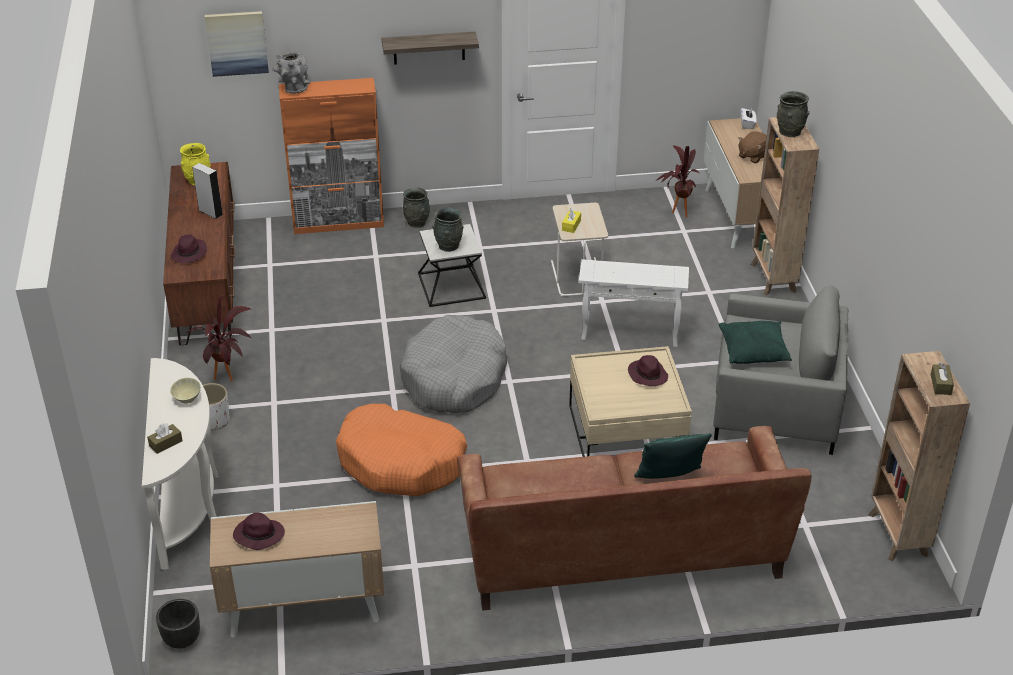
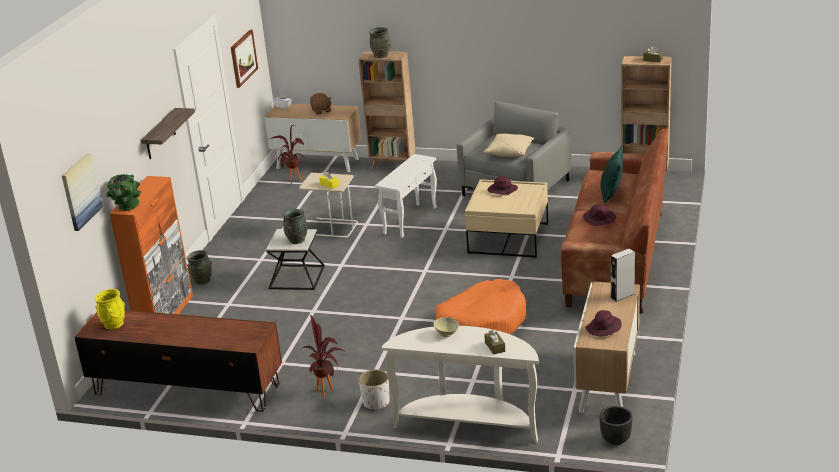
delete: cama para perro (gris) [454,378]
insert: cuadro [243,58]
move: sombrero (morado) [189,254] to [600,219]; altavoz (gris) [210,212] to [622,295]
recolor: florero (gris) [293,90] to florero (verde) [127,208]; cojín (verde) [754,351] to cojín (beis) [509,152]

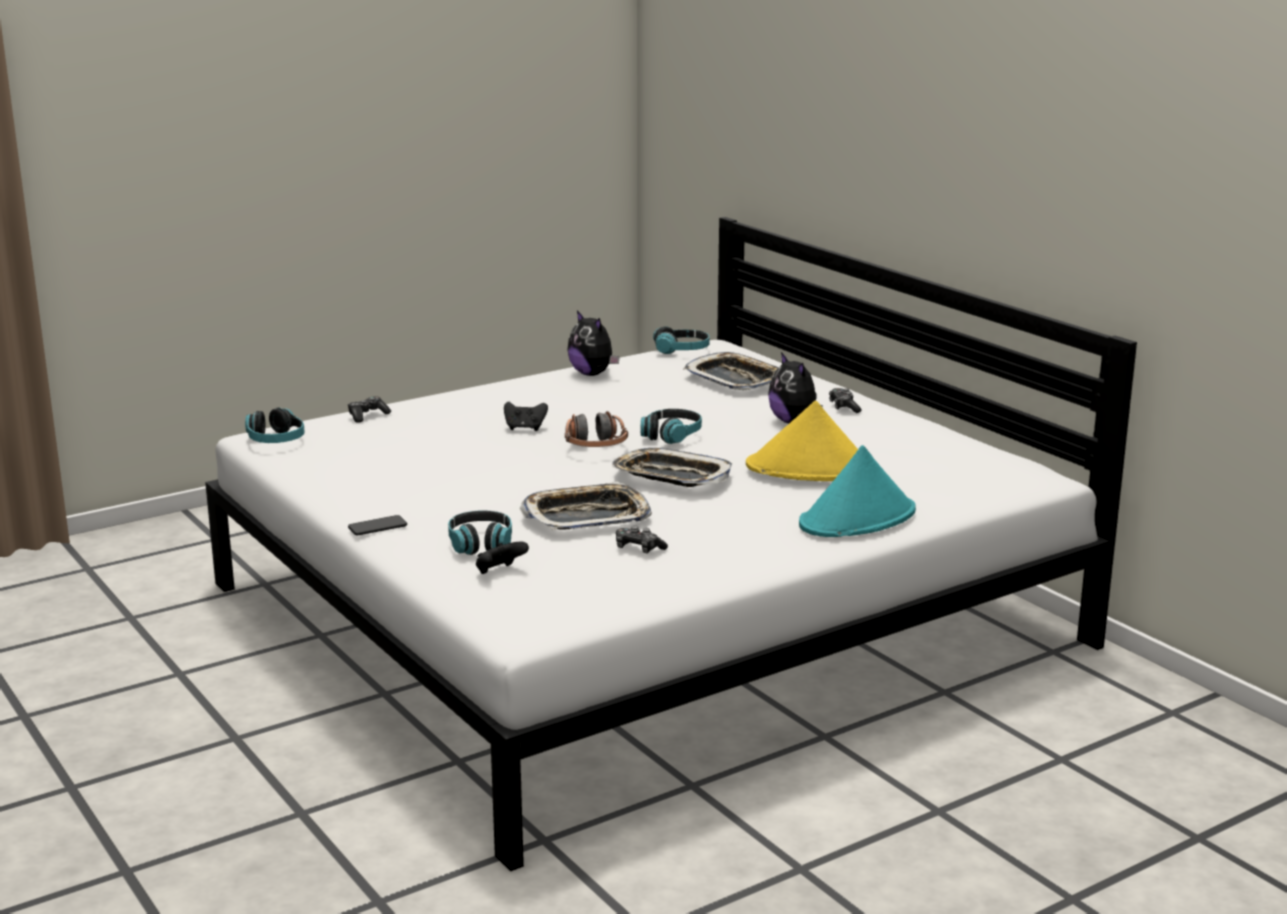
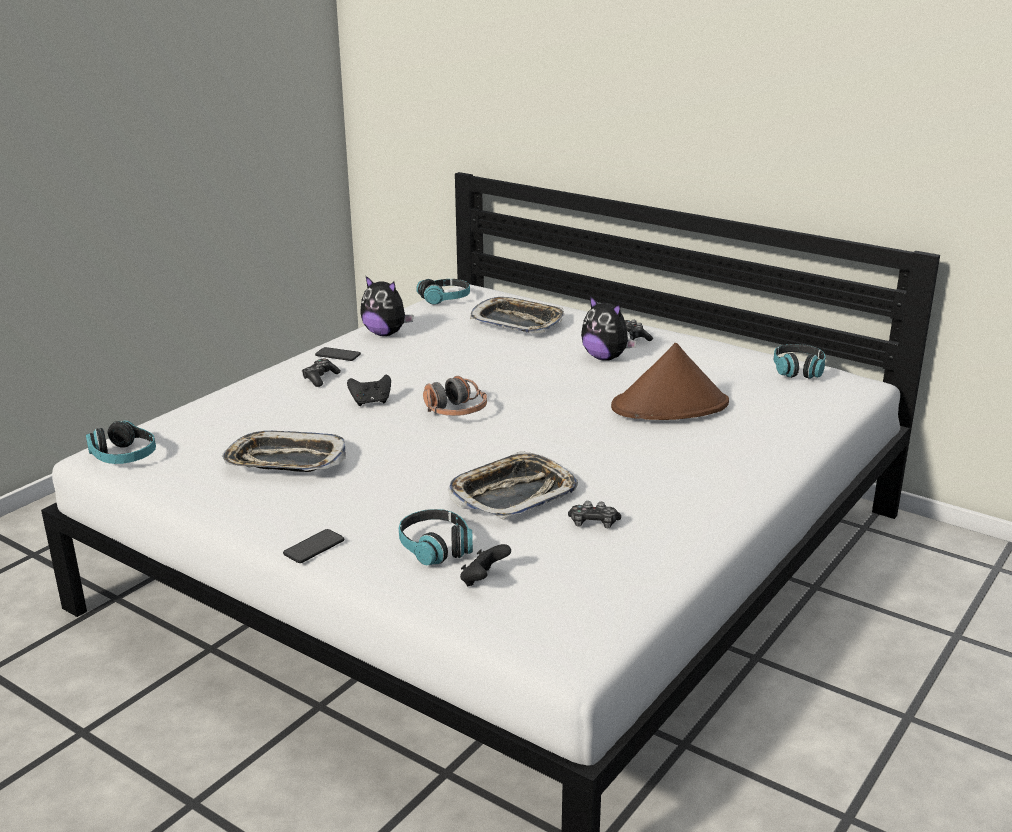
delete: sombrero (turquesa) [858,519]
insert: móvil [338,355]
move: bandeja [671,476] to [285,461]; mando de consola [367,416] to [320,378]; auriculares [671,435] to [798,370]
recolor: sombrero (amarillo) [811,469] to sombrero (marrón) [670,406]

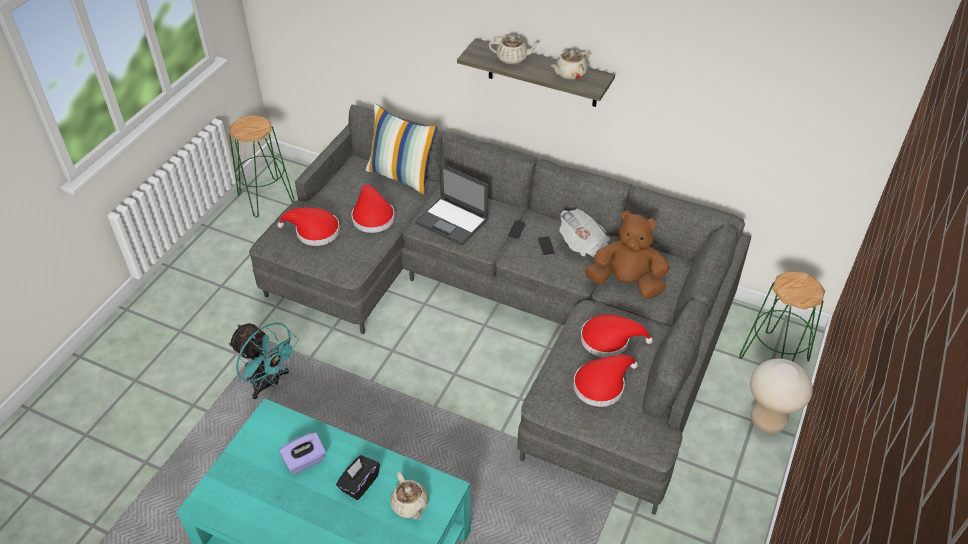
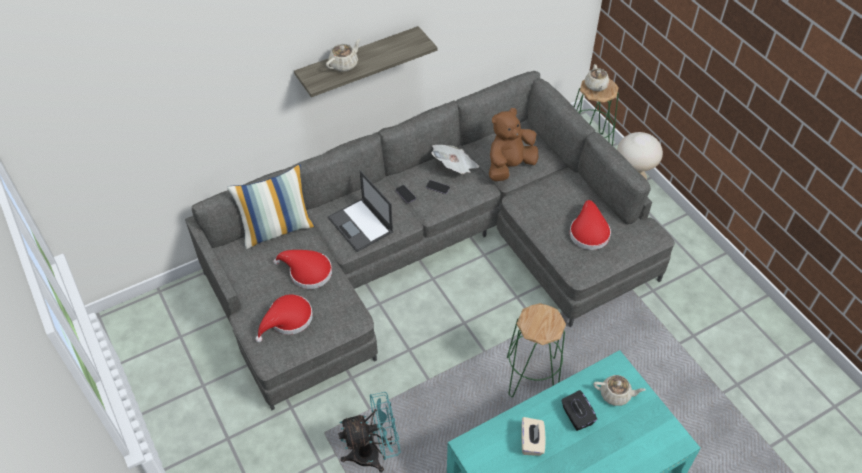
delete: sombrero (rojo) [609,340]
move: taburete (verde) [265,198] to [532,377]; tetera (beis) [570,73] to [596,86]
recolor: caja de pañuelos (morado) [305,461] to caja de pañuelos (beis) [532,442]
rotate: portátil [452,221] = [361,225] 75 degrees clockwise

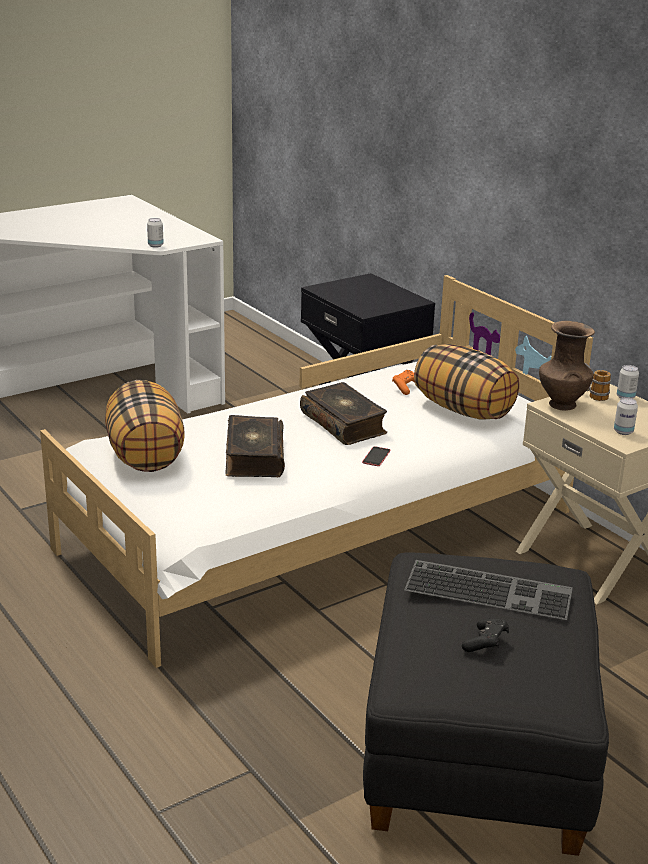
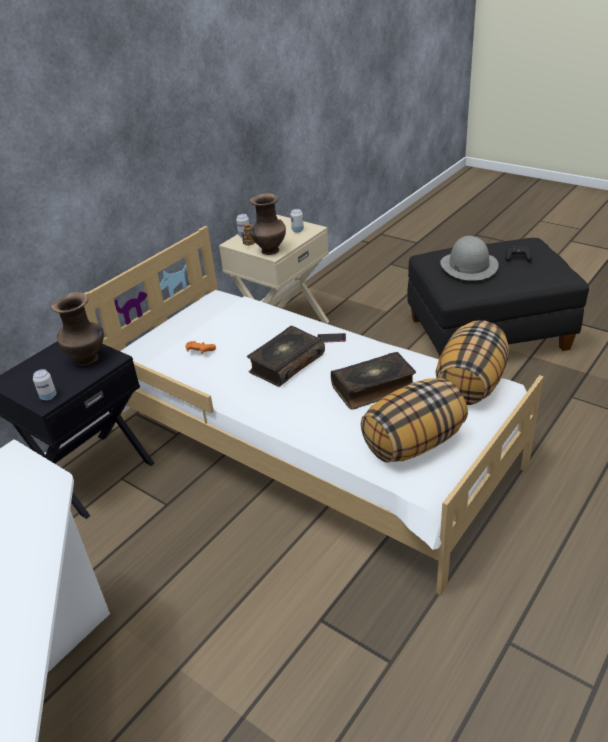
insert: florero (marrón) [88,359]
move: lata [155,245] to [48,396]; cojín [464,410] to [470,384]
replace: teclado [490,589] to sombrero (gris) [468,265]

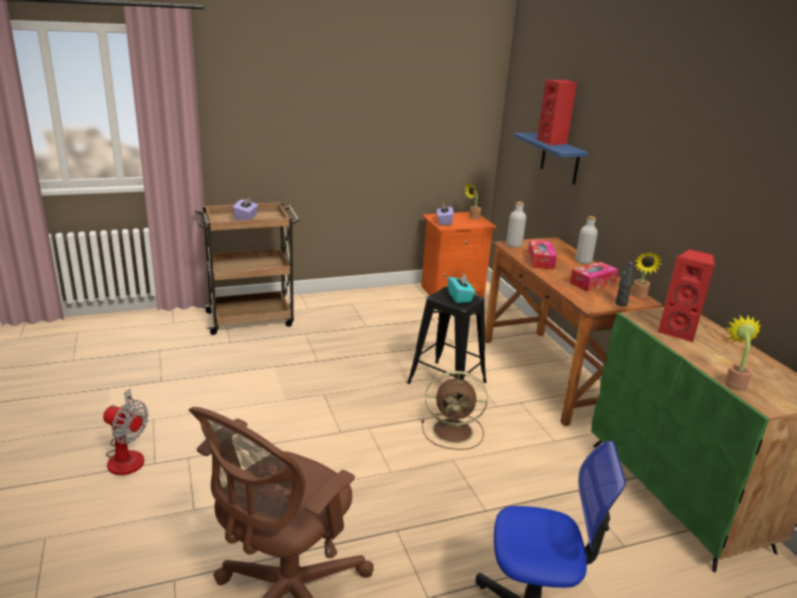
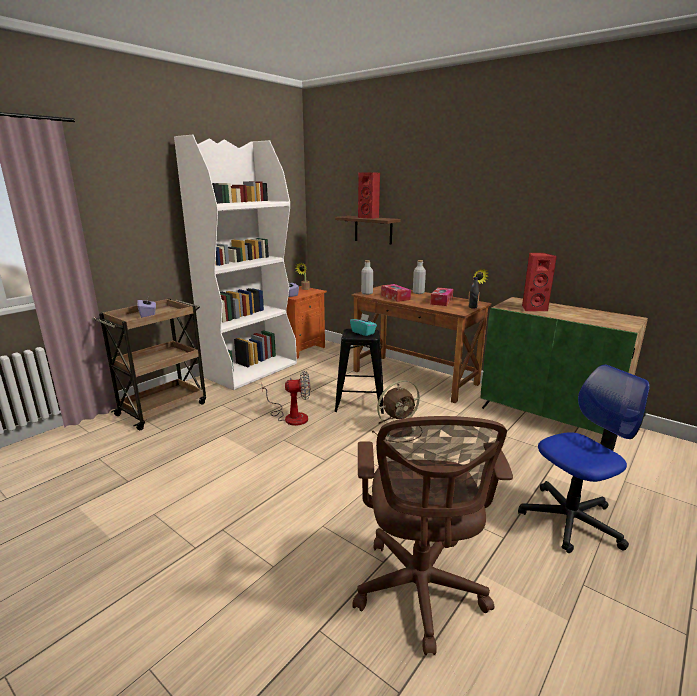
delete: planta en maceta [733,383]
insert: estantería (blanco) [251,370]
move: ventilador [127,455] to [290,416]
recolor: estante (azul) [560,159] to estante (marrón) [373,230]

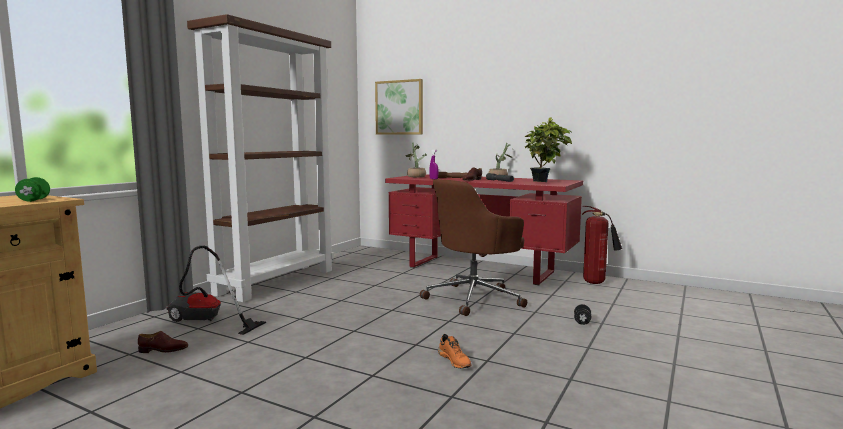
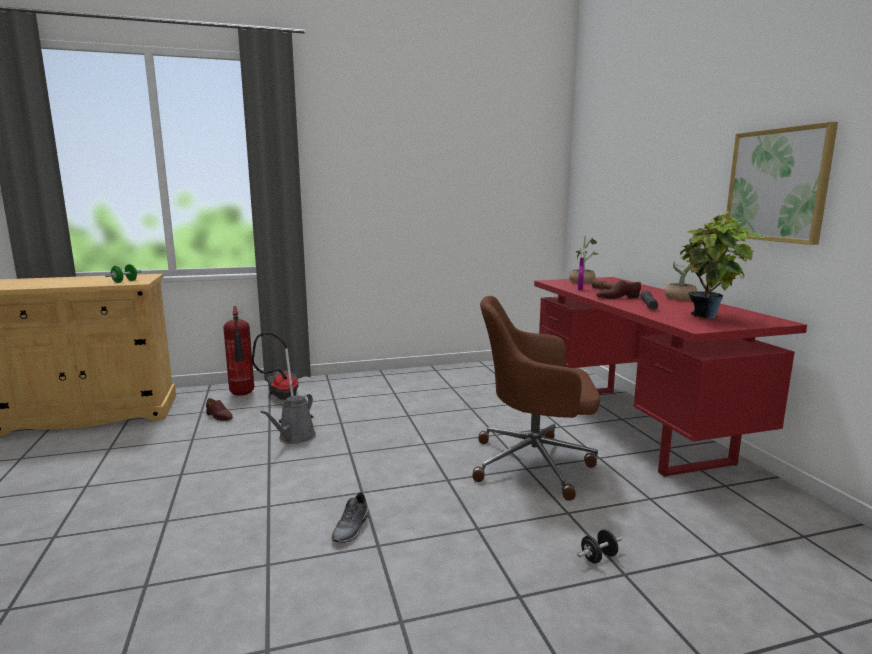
delete: estantería (marrón) [276,281]
insert: regadera (gris) [295,438]
move: extintor [597,283] to [243,395]; cuadro [399,107] to [777,185]
recolor: zapato (naranja) [455,361] to zapato (gris) [352,528]

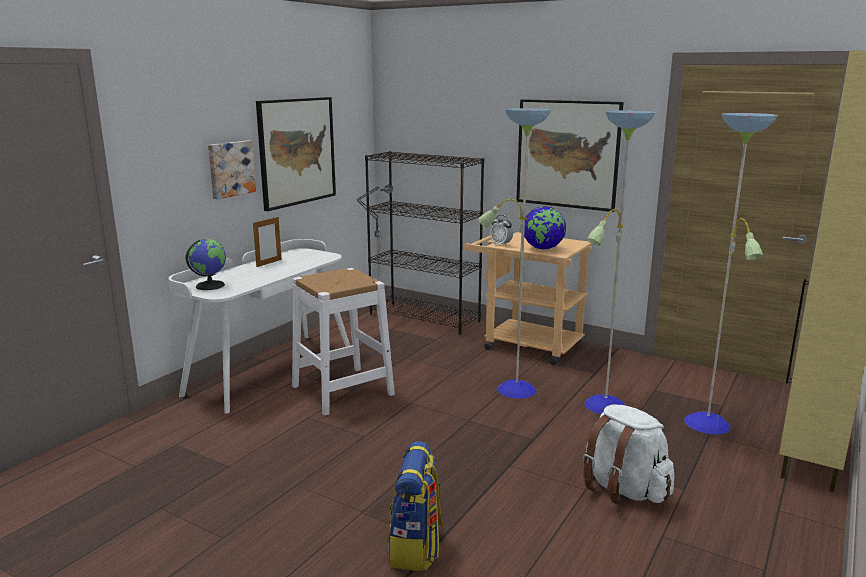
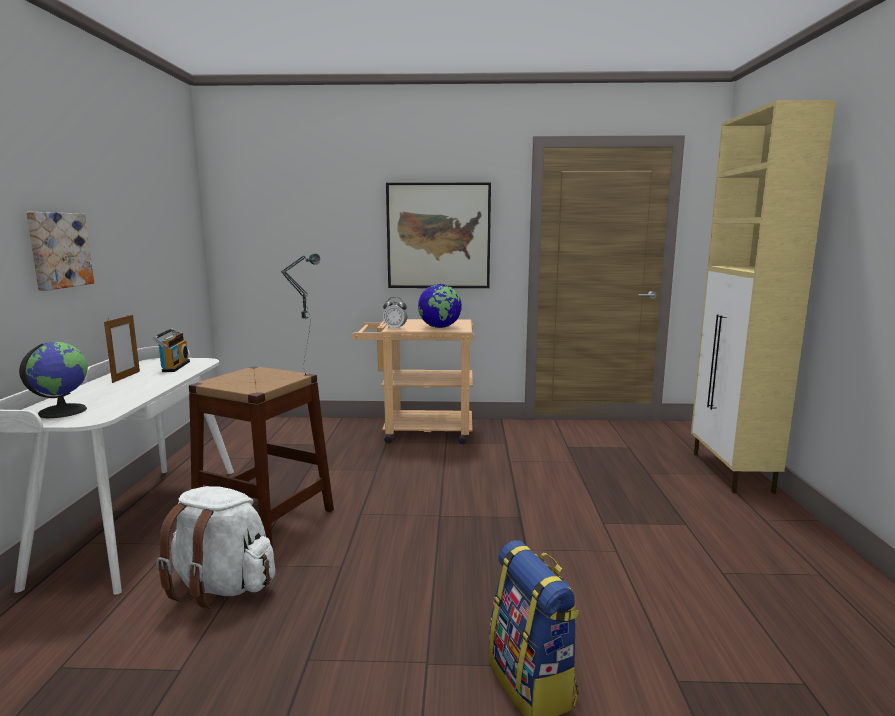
delete: cuadro [297,151]; estantería (negro) [425,318]; lámpara de pie [604,406]
insert: radio [174,367]
move: mochila (blanco) [623,490] to [222,587]
recolor: taburete (blanco) [342,390] to taburete (marrón) [265,520]

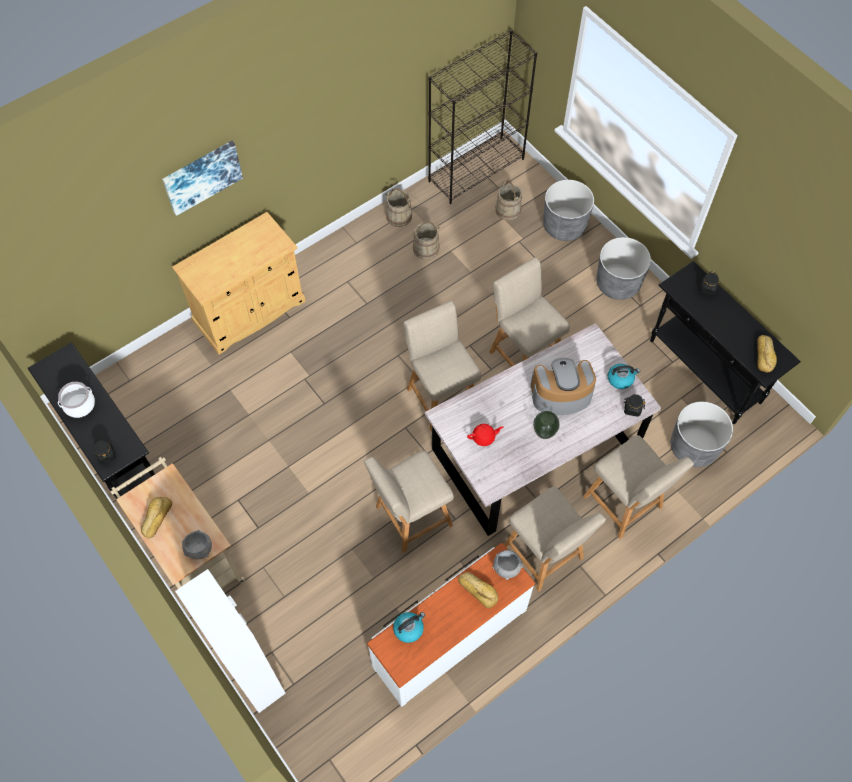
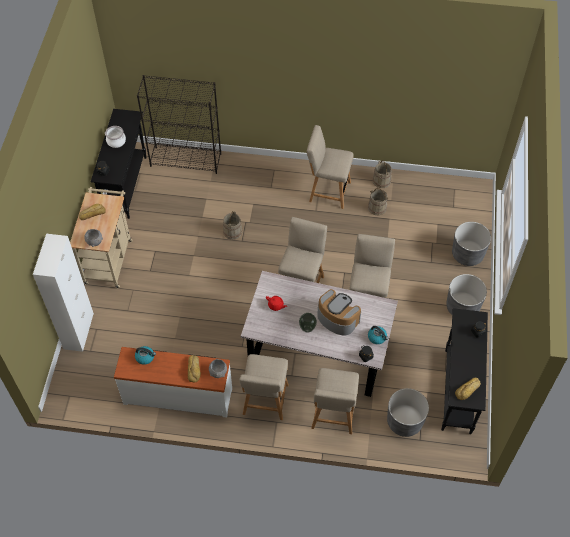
delete: cuadro [202,176]; armario (beis) [249,311]
move: estantería (negro) [476,169] to [186,160]; cubo (beis) [508,210] to [233,231]; silla (beis) [410,518] to [327,191]

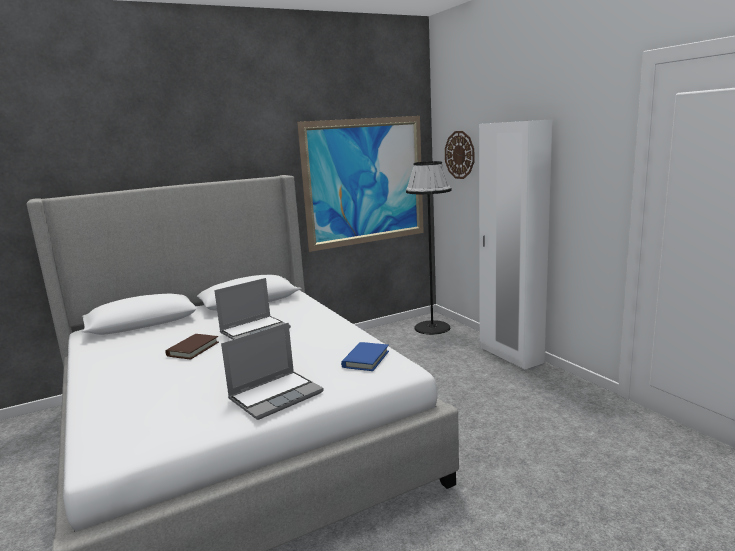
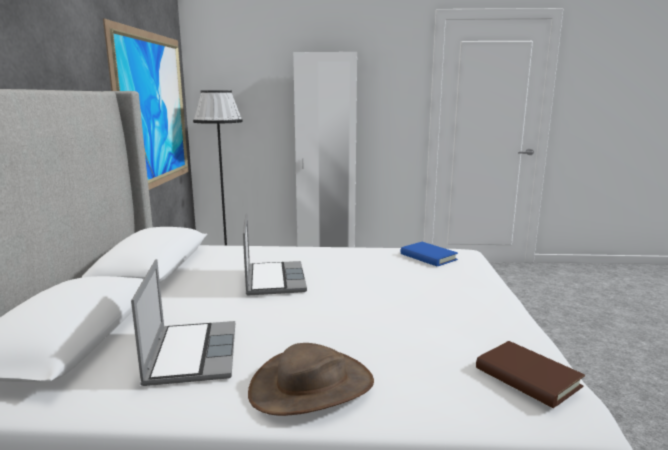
delete: reloj de pared [459,155]
insert: sombrero (marrón) [312,386]
move: portátil [276,395] to [191,353]; libro (marrón) [193,349] to [527,377]

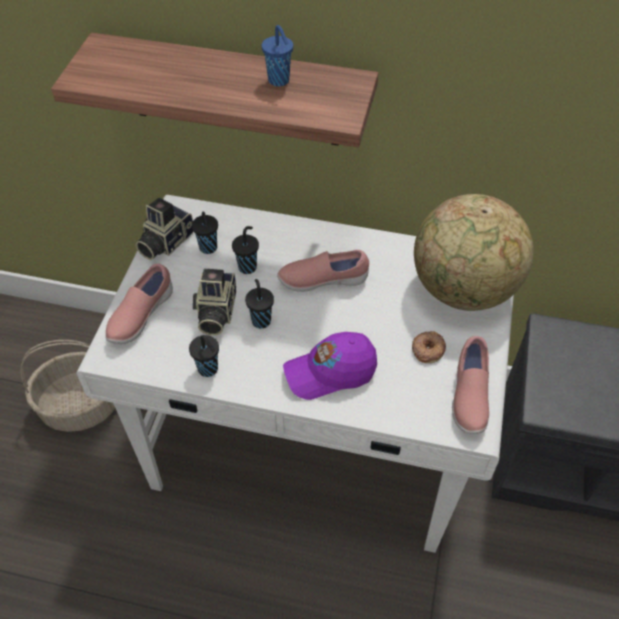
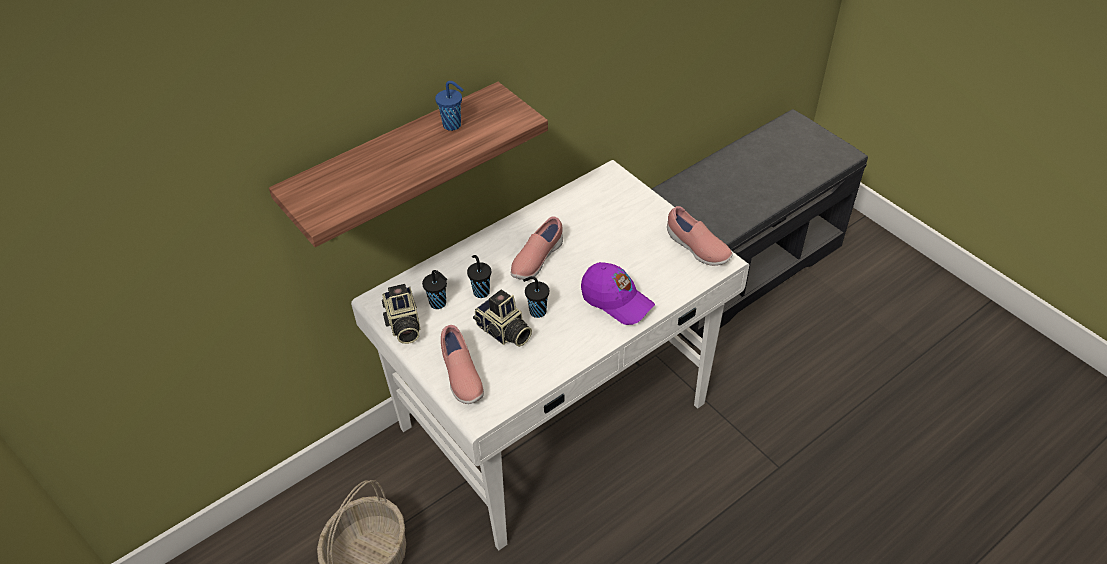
delete: taza (negro) [209,370]; rosquilla [427,349]; globo terráqueo [463,290]
rotate: gorra (morado) [330,372] = [616,301] 75 degrees counterclockwise

